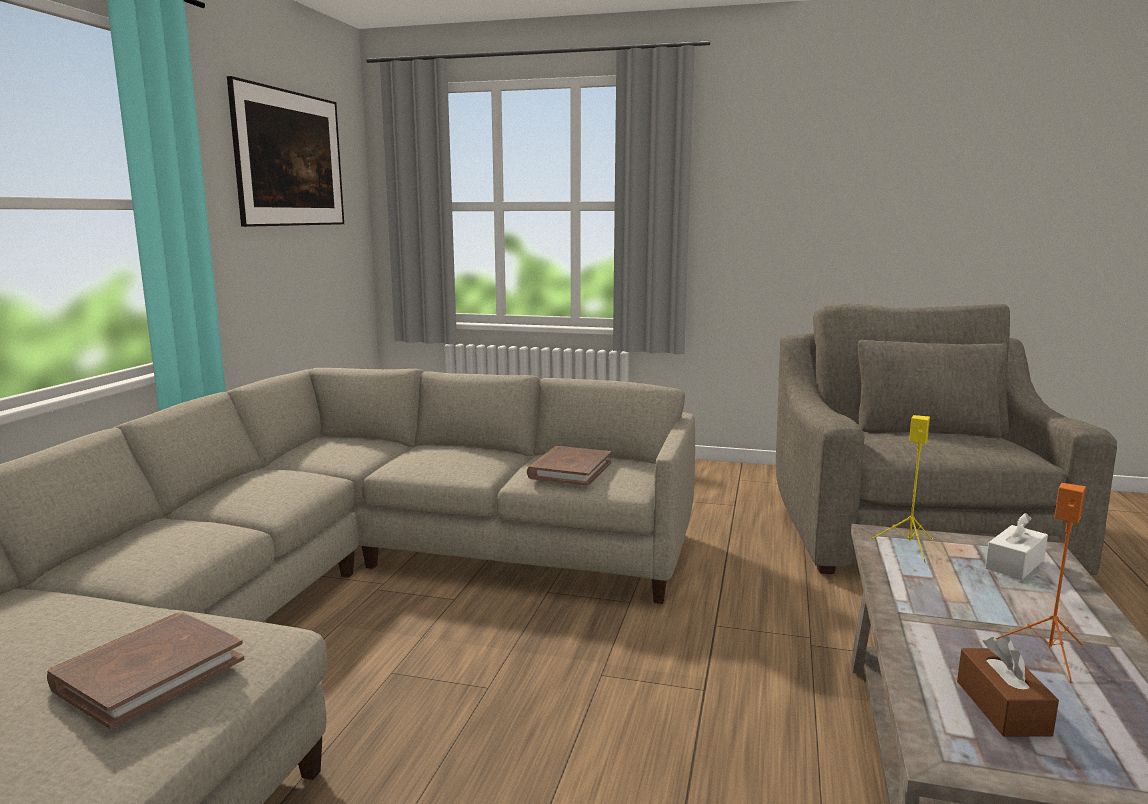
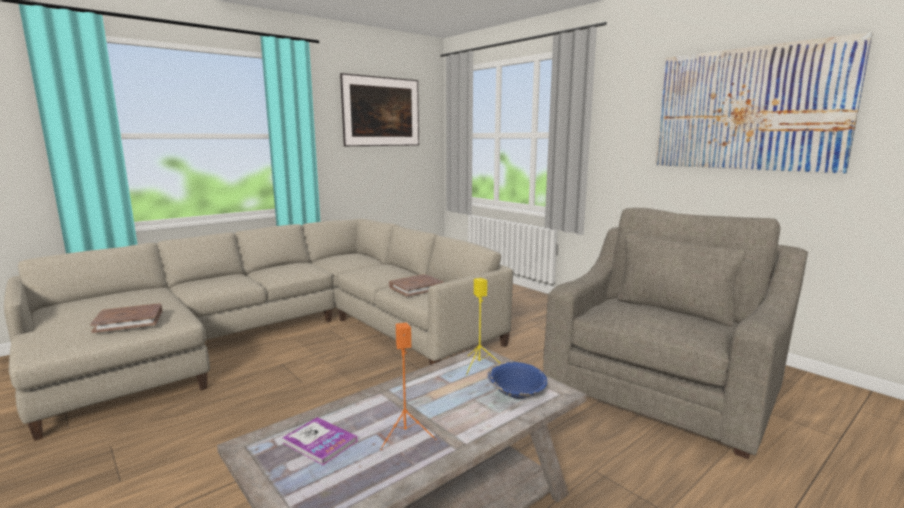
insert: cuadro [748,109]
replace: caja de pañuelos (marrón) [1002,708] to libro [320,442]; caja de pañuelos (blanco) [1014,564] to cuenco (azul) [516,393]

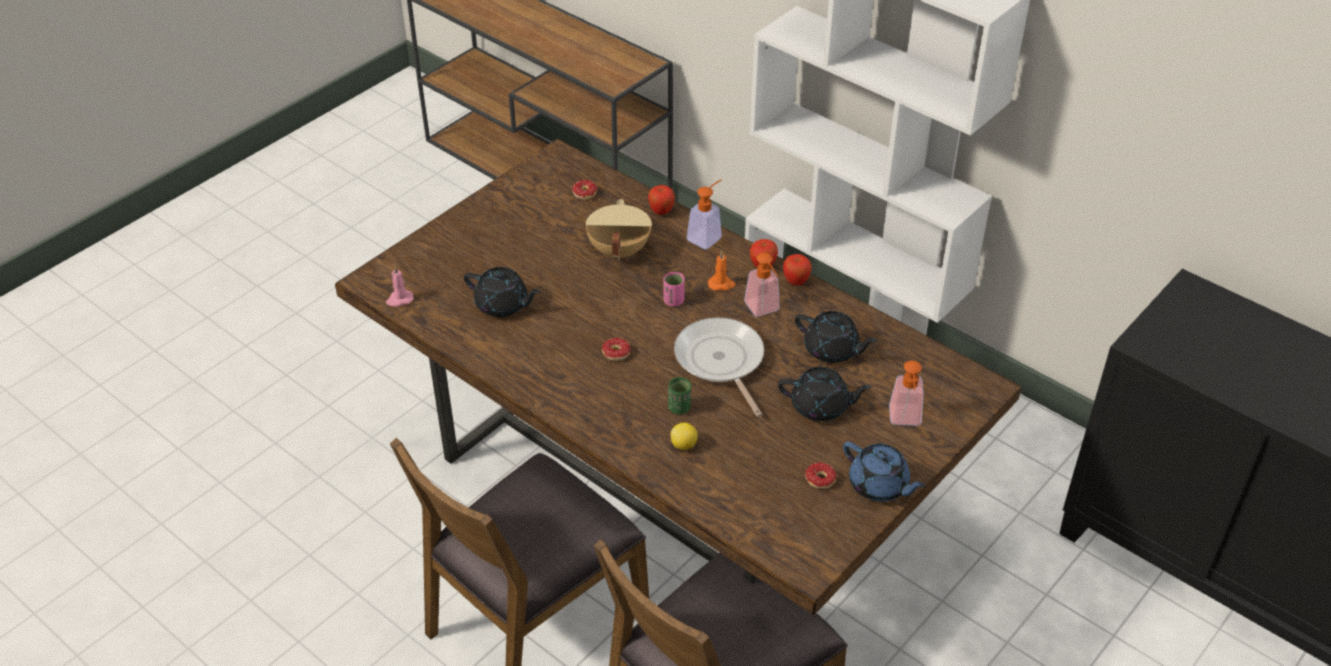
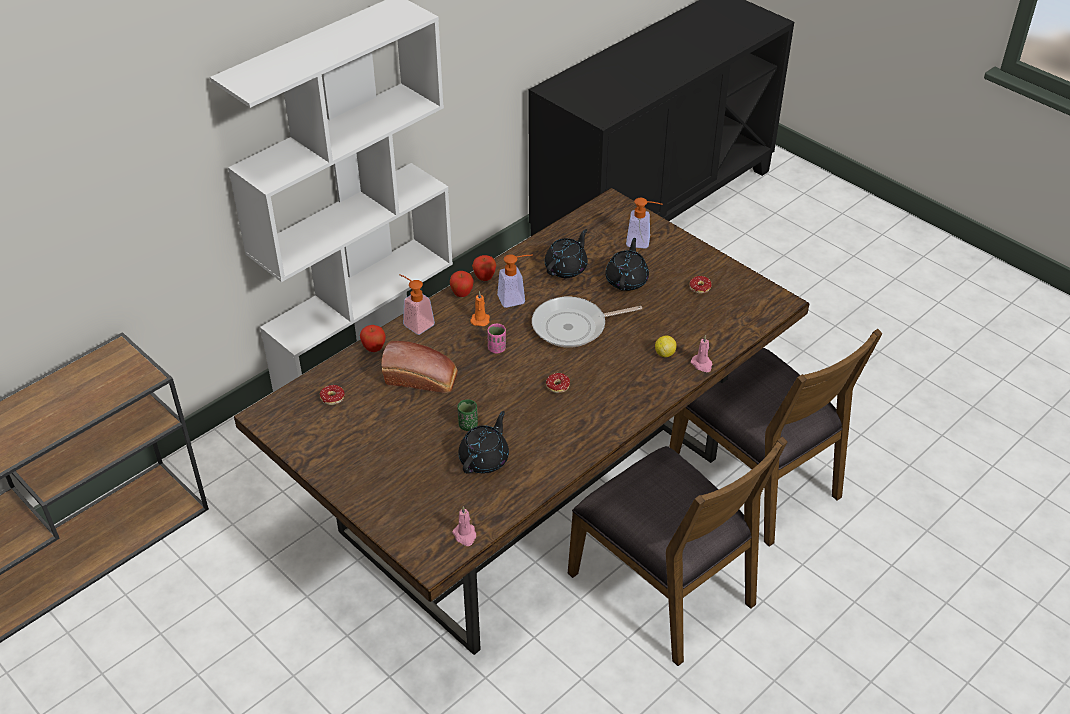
delete: tetera (azul) [879,485]
insert: vela (rosa) [702,364]
move: taza (verde) [679,407] to [468,425]
replace: olla (beis) [618,251] to pan [423,379]

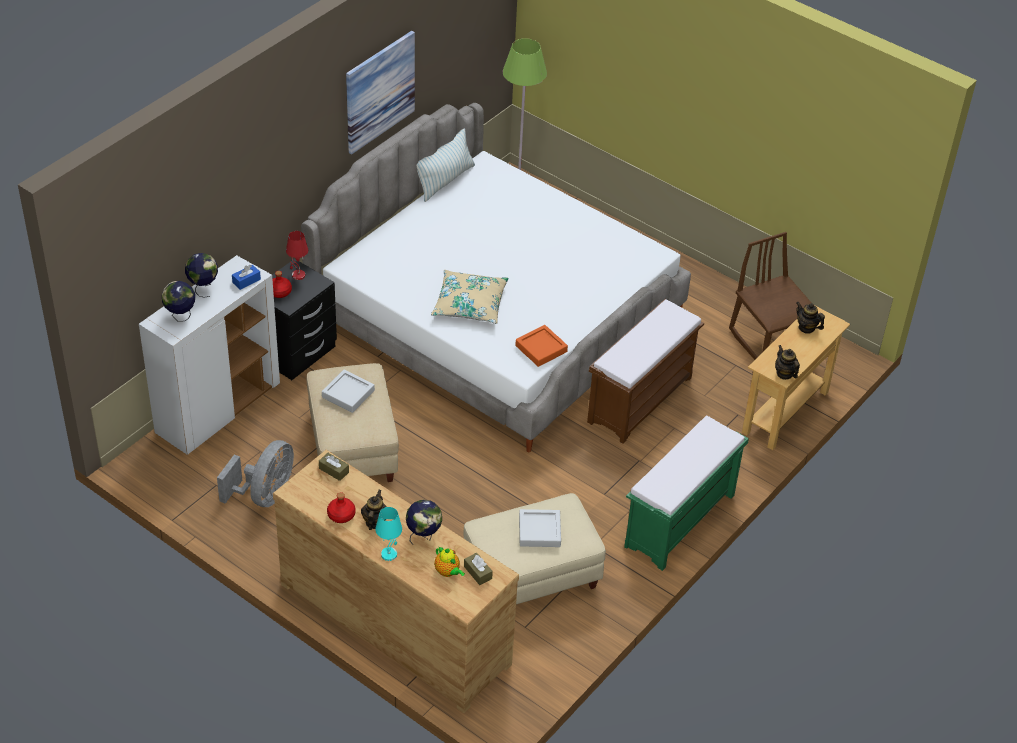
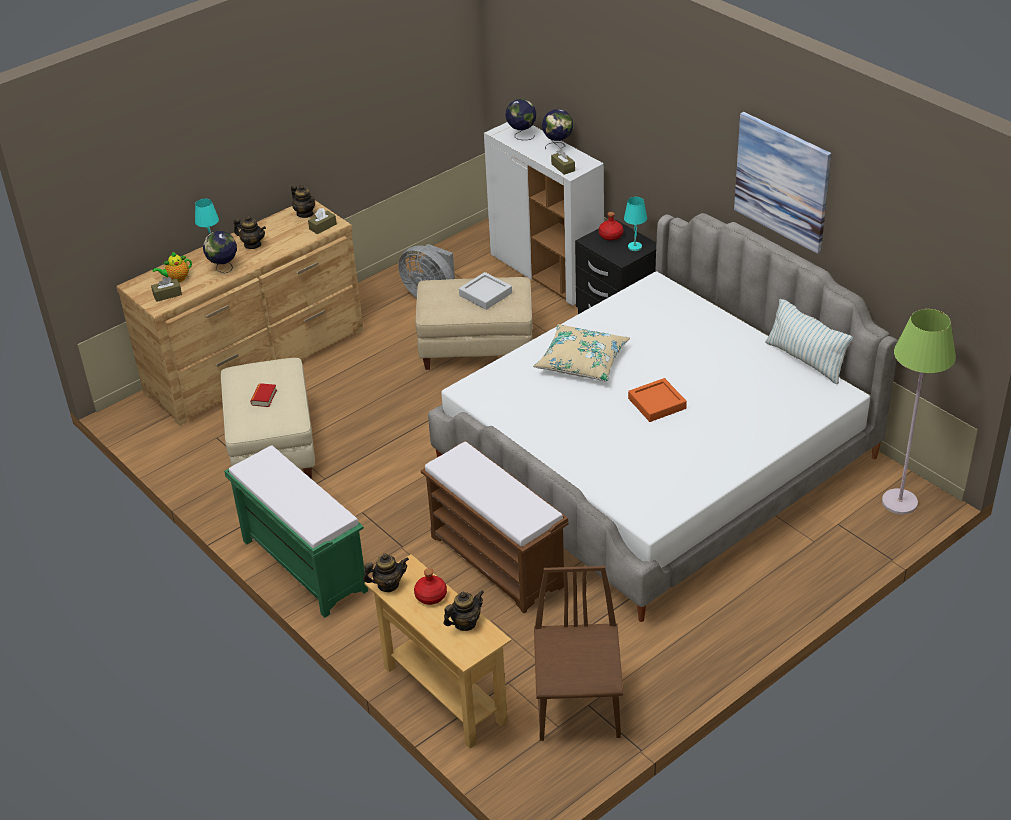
insert: tetera [305,213]
move: botella (rojo) [341,515] to [431,595]; bandeja (naranja) [541,349] to [657,403]
replace: bandeja (gris) [539,531] to libro [264,397]
recolor: caja de pañuelos (azul) [246,281] to caja de pañuelos (marrón) [563,167]; lámpara de mesa (rojo) [298,275] to lámpara de mesa (turquesa) [634,247]
rotate: silla (marrón) [769,340] = [579,706] 75 degrees counterclockwise

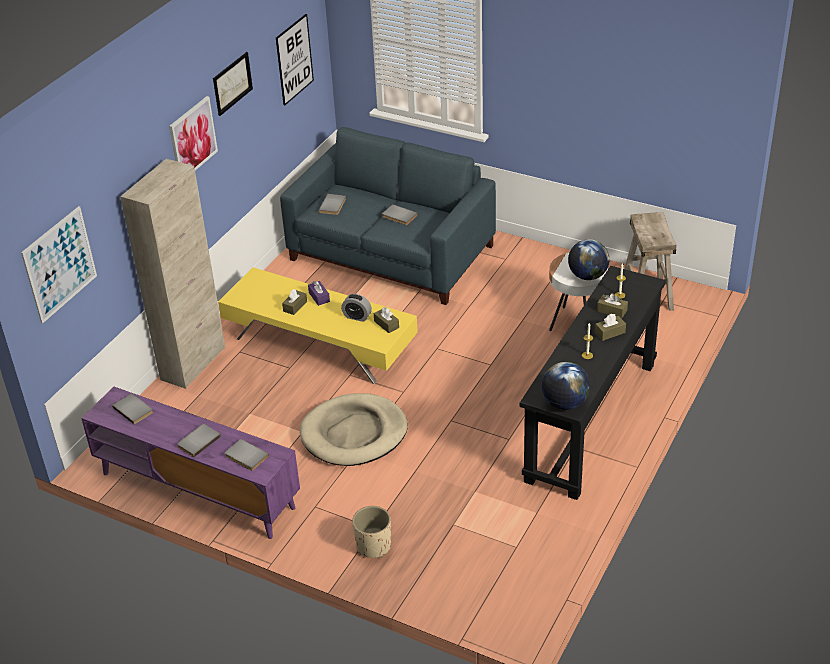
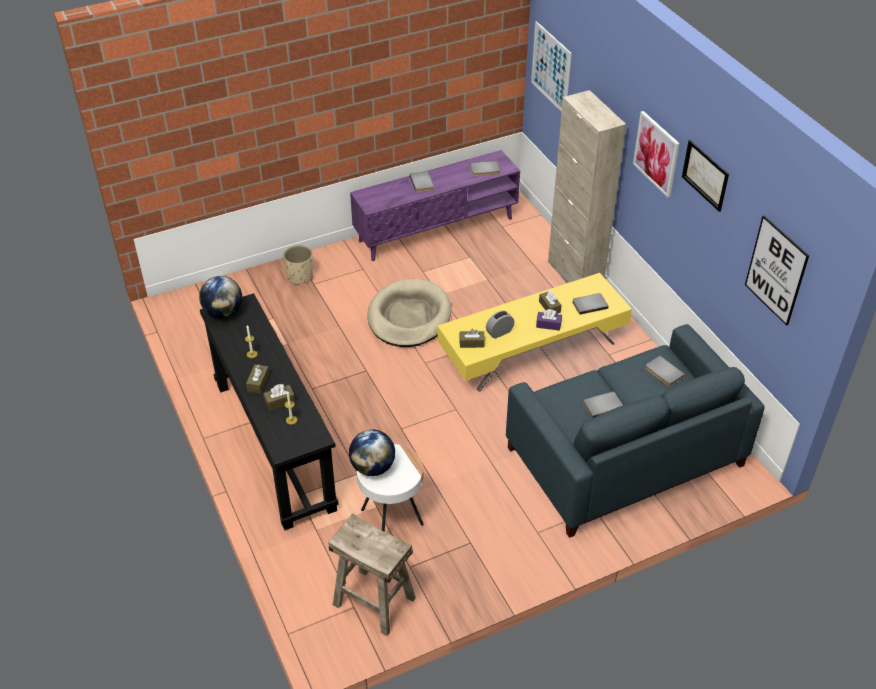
move: libro (gris) [245,457] to [589,304]

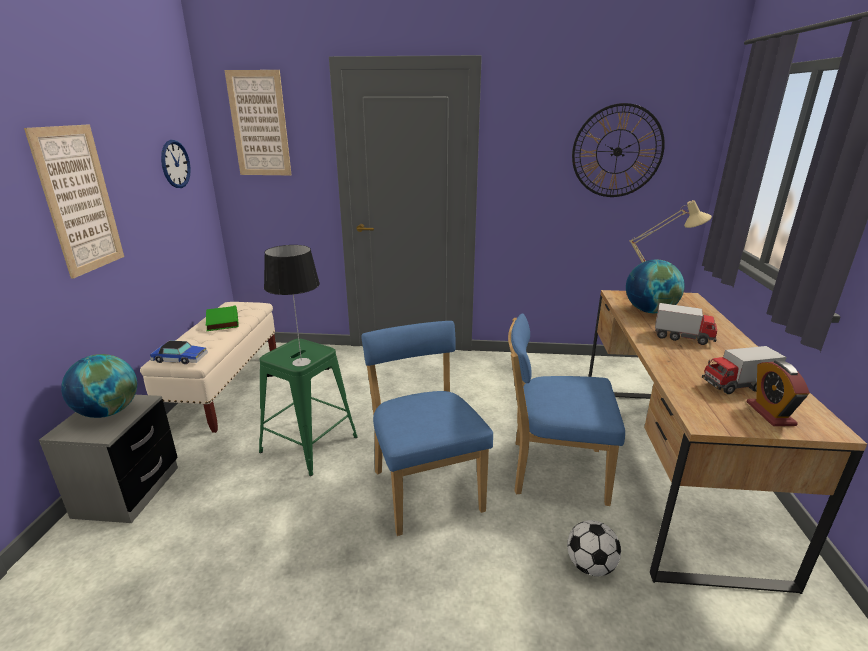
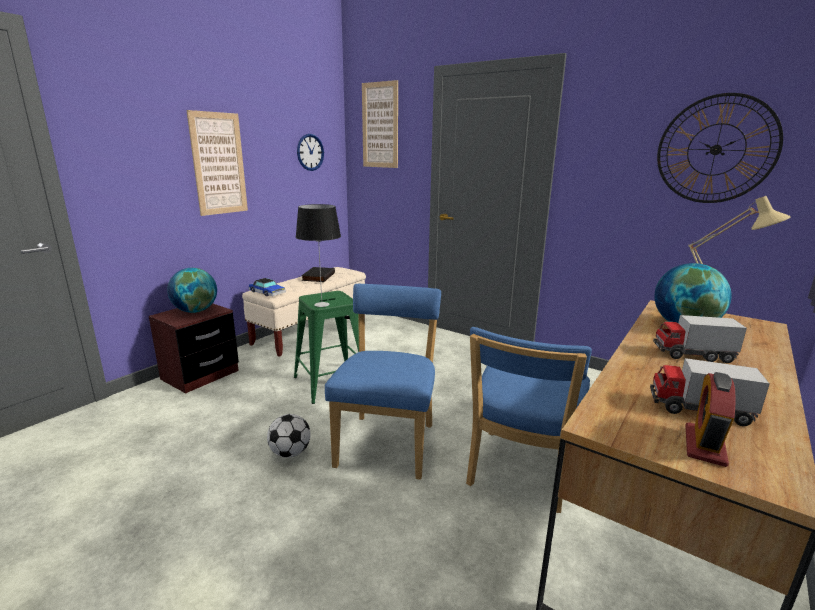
move: balón de fútbol [590,566] to [290,453]
recolor: mesita de noche (gris) [128,492] to mesita de noche (marrón) [200,375]; libro (verde) [221,321] to libro (negro) [317,276]
rotate: silla (azul) [552,470] = [519,473] 105 degrees counterclockwise; camión de juguete [683,337] = [692,355] 135 degrees clockwise

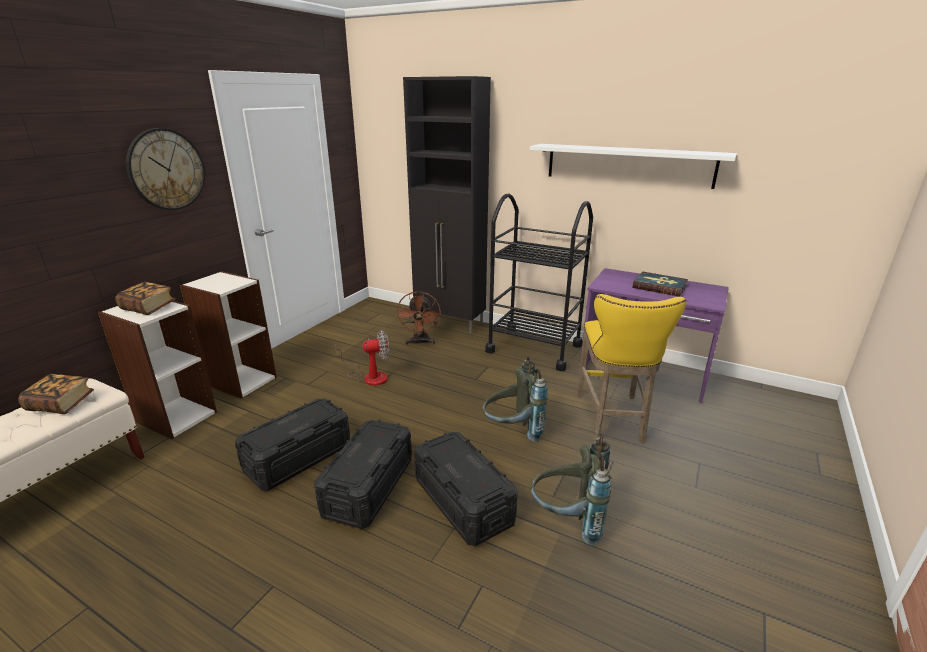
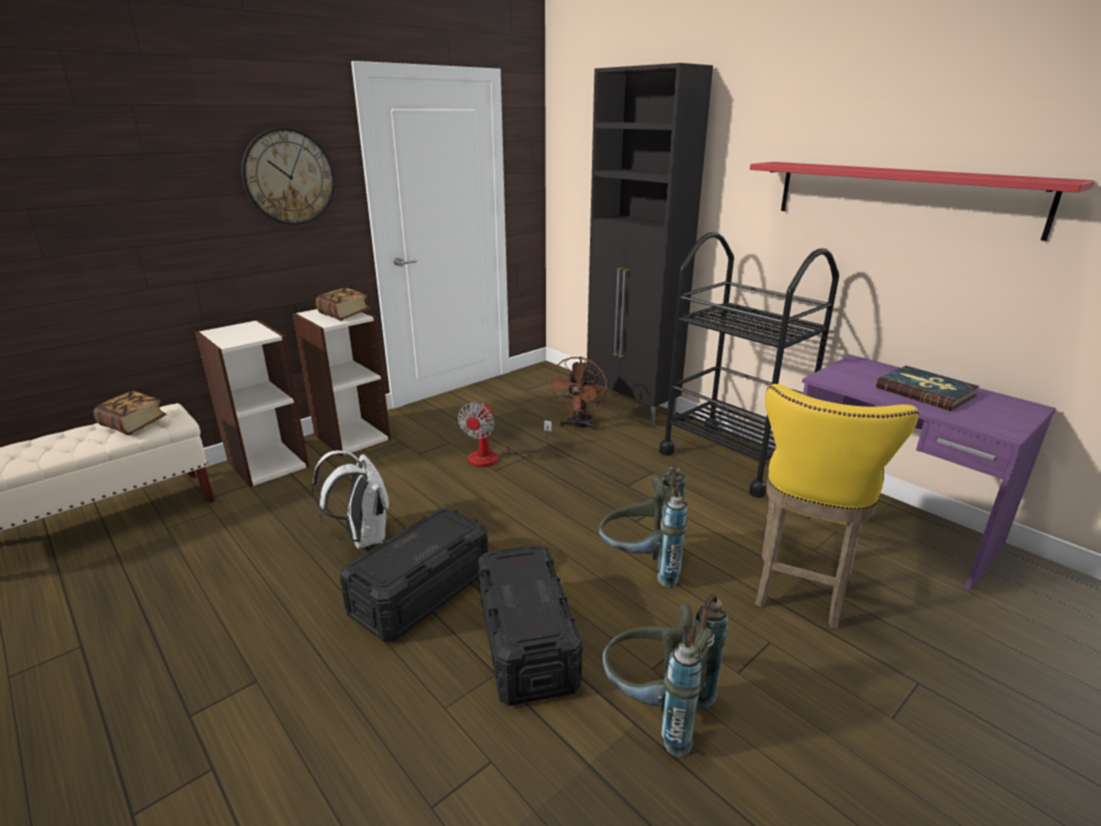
move: libro [148,308] to [344,314]
replace: caja de almacenaje (negro) [298,457] to mochila (blanco) [363,537]
recolor: estante (blanco) [628,165] to estante (rojo) [902,197]
rotate: ventilador [369,376] = [494,457] 105 degrees clockwise

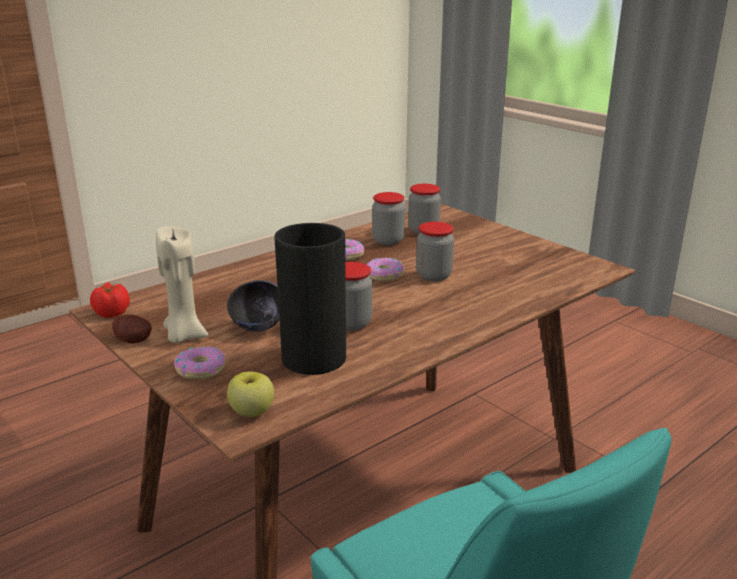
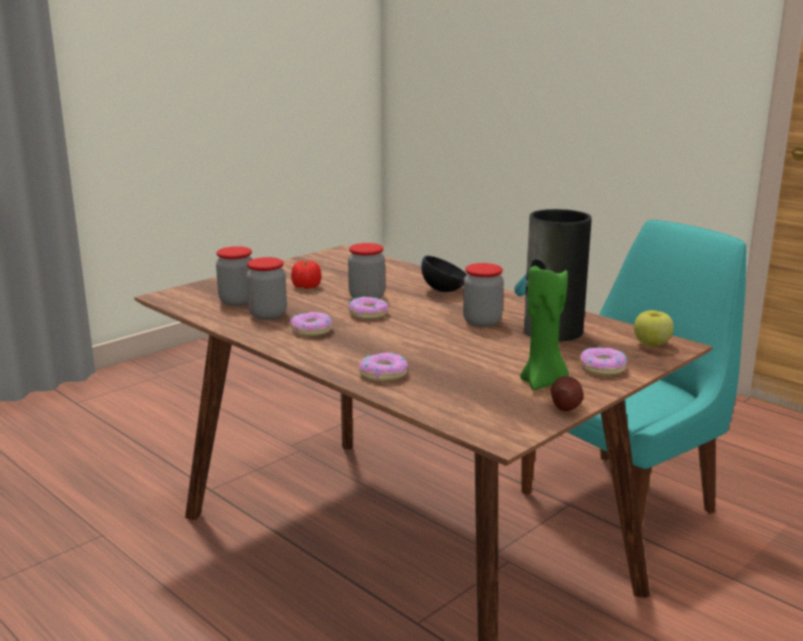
insert: rosquilla [383,374]
move: tomate [111,313] to [306,287]; cuenco (negro) [258,327] to [444,290]
recolor: vela (beis) [184,336] to vela (verde) [543,383]

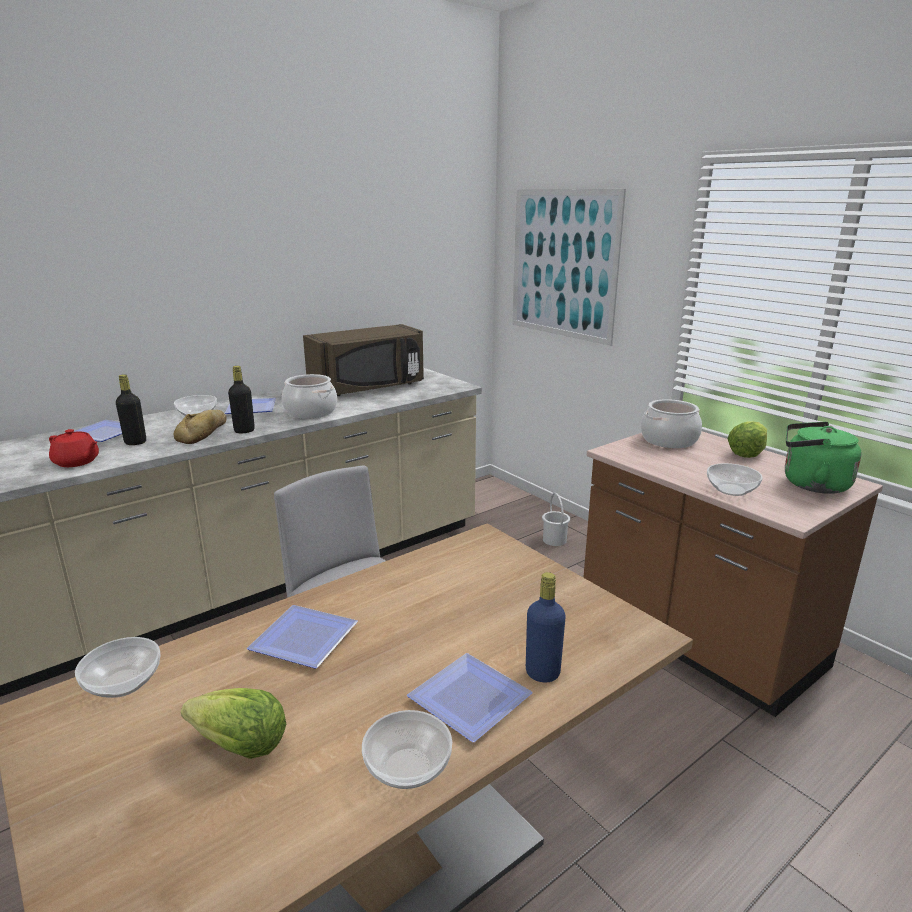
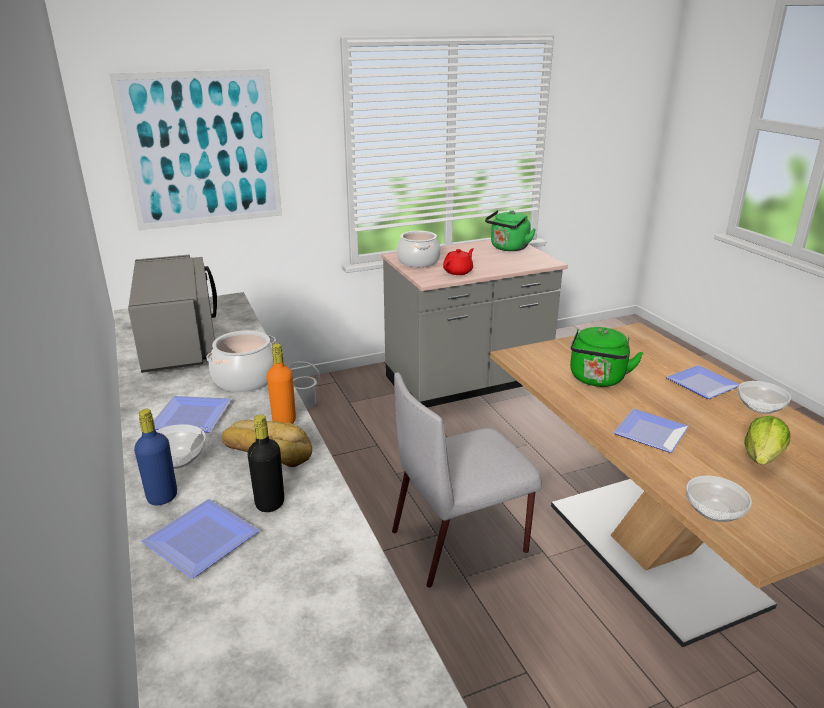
delete: cuenco [730,489]; lechuga [746,453]
insert: hervidor (verde) [597,379]
move: botella (azul) [542,673] to [162,497]; tetera (rojo) [77,462] to [458,271]
recolor: microondas (marrón) [369,387] to microondas (gris) [180,342]; botella (negro) [244,431] to botella (naranja) [284,421]; mueble bajo de cocina (marrón) [697,640] to mueble bajo de cocina (gris) [467,383]

